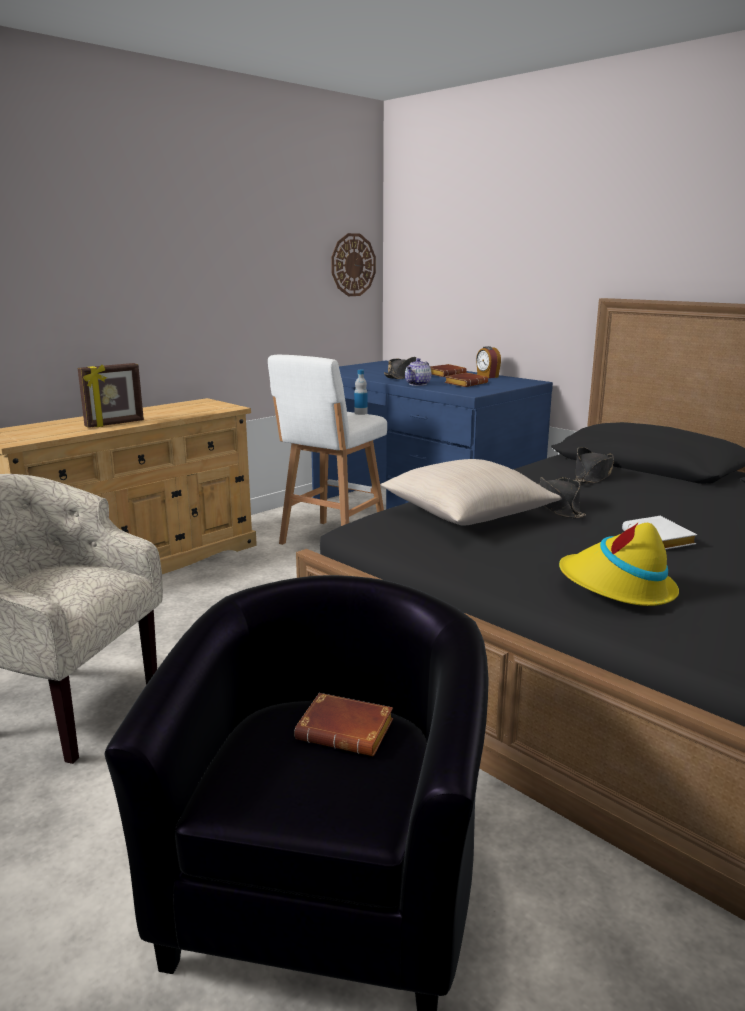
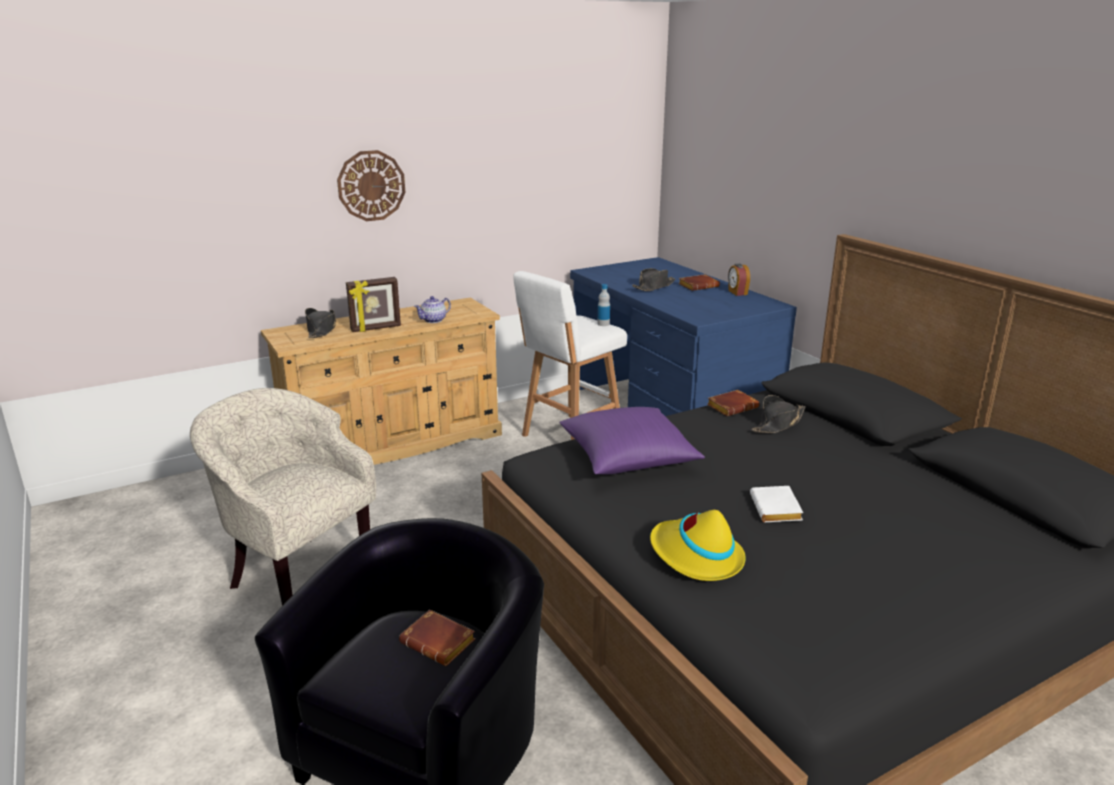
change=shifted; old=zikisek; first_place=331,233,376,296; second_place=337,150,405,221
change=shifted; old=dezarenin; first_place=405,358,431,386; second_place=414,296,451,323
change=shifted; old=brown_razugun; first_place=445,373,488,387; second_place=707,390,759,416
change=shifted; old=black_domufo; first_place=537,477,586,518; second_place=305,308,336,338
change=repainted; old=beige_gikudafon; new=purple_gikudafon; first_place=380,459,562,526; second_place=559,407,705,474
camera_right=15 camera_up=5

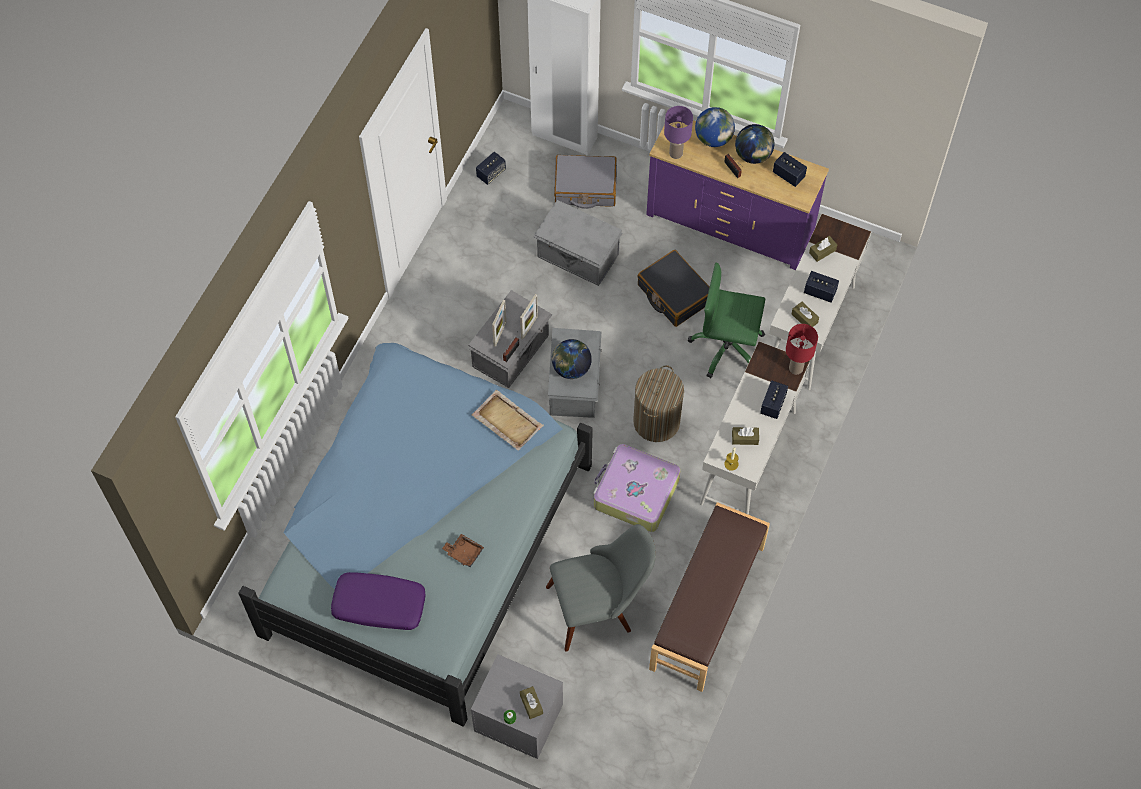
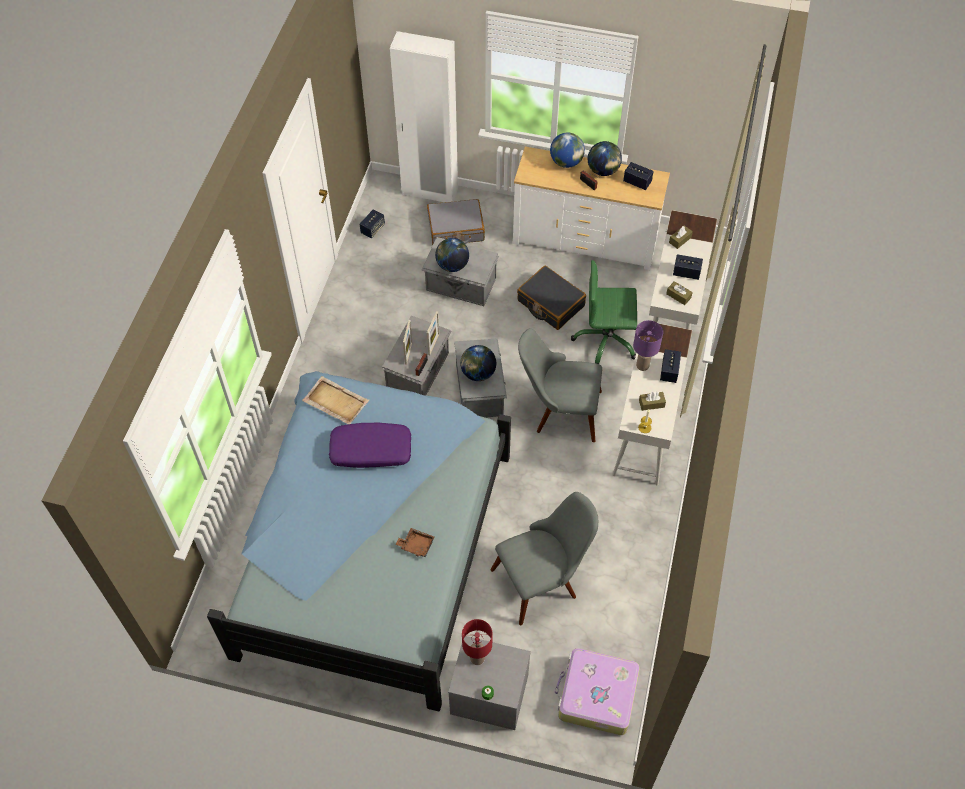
change=gone; old=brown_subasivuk; first_place=520,686,543,719
change=gone; old=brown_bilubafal; first_place=649,502,770,692
change=new; new=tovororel; second_place=435,238,469,272
change=shifted; old=purple_gikudafon; first_place=331,572,426,630; second_place=329,423,411,468
change=shifted; old=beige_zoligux; first_place=472,390,544,451; second_place=302,376,369,424
change=shifted; old=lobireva; first_place=593,444,681,532; second_place=555,648,640,735
change=shifted; old=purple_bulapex; first_place=664,106,693,159; second_place=633,320,663,371
change=shifted; old=red_bulapex; first_place=786,324,818,374; second_place=462,619,493,665
change=swapped; old=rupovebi; new=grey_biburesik; first_place=633,365,684,442; second_place=518,328,602,442
change=repainted; old=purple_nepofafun; new=white_nepofafun; first_place=646,120,829,270; second_place=513,147,670,270
camera_right=-10 camera_up=-5

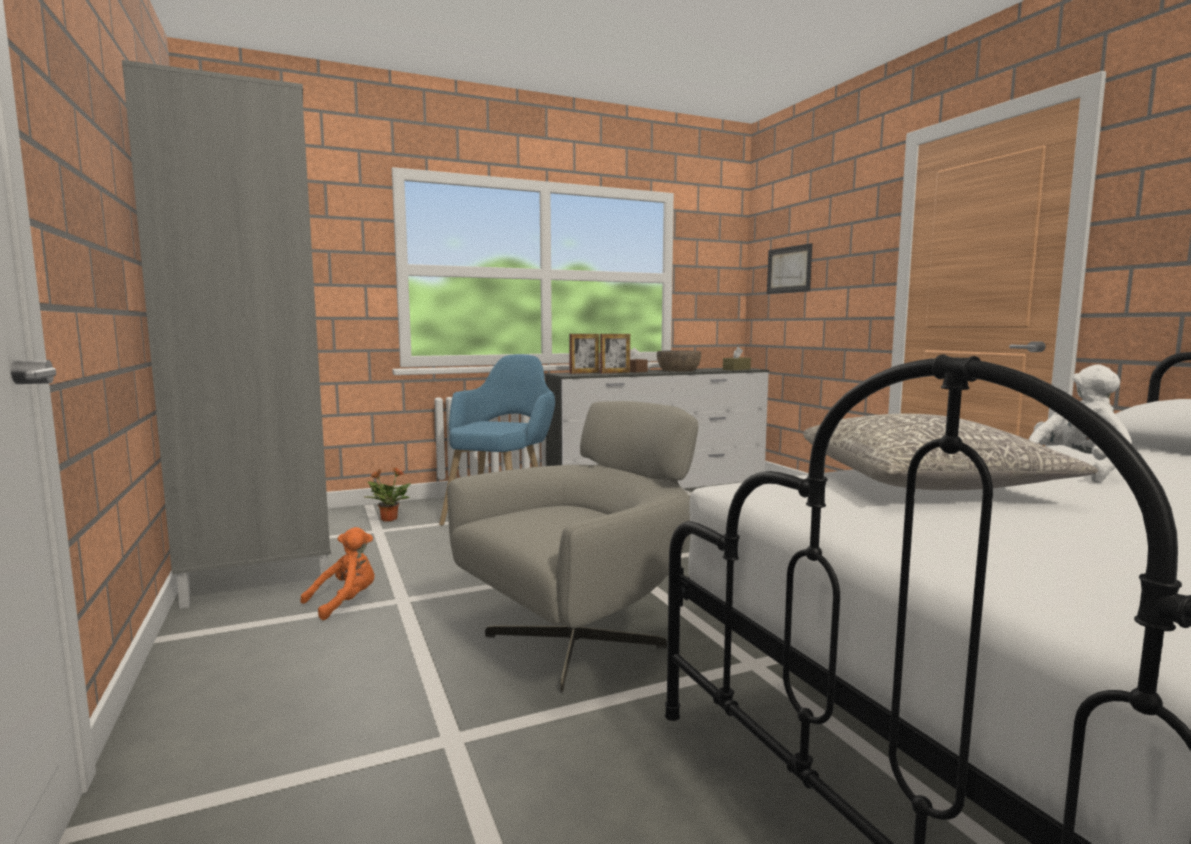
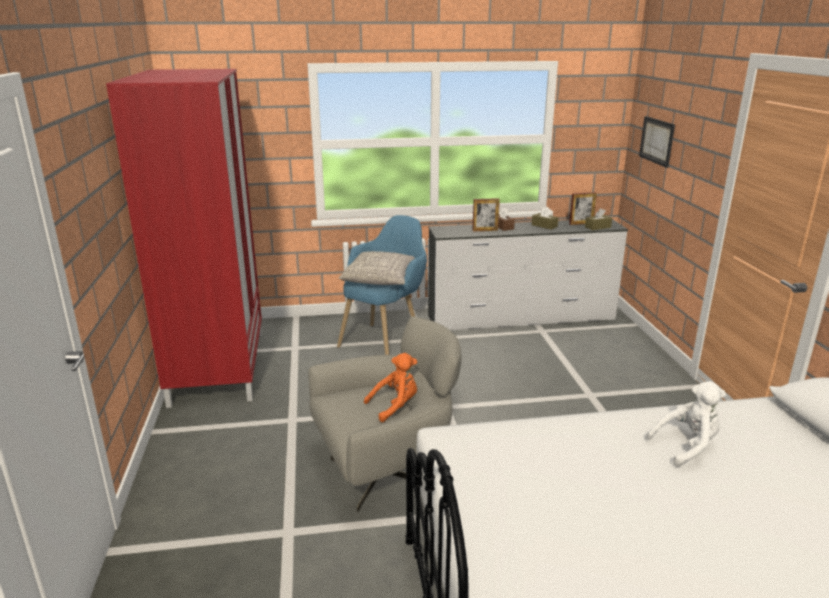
change=gone; old=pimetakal; first_place=365,467,411,522
change=shifted; old=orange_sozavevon; first_place=300,527,375,620; second_place=364,353,417,422
change=shifted; old=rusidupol; first_place=569,334,599,374; second_place=569,192,597,225
change=shifted; old=grey_gikudafon; first_place=803,414,1098,490; second_place=339,251,415,285
change=swapped; old=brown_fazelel; new=brown_subasivuk; first_place=657,350,701,371; second_place=532,207,559,230
change=repainted; old=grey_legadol; new=red_legadol; first_place=122,60,331,609; second_place=106,69,262,408
camera_right=15 camera_up=15

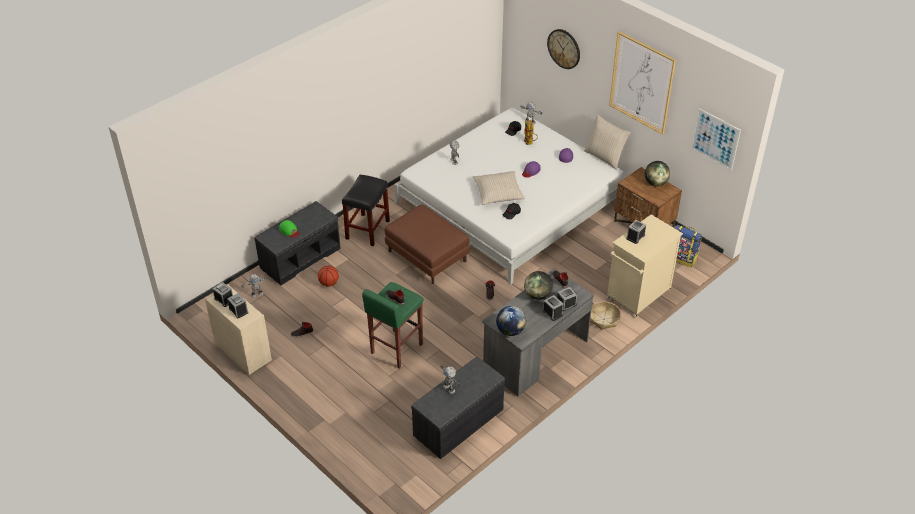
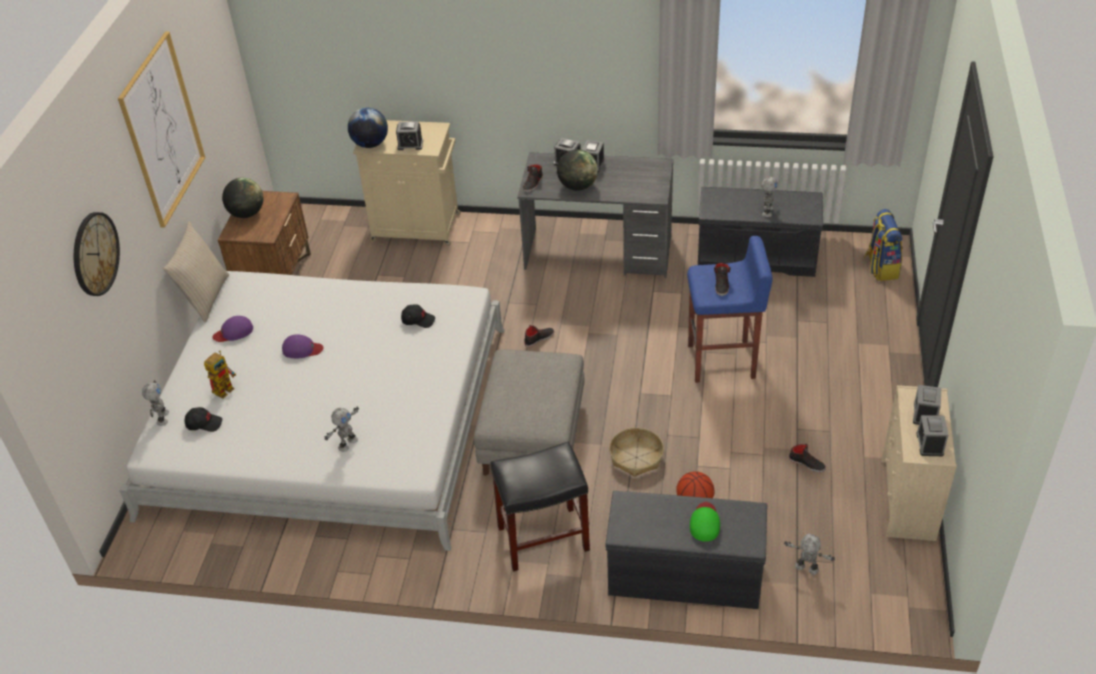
change=gone; old=beige_gikudafon; first_place=473,171,525,205
change=gone; old=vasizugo; first_place=691,108,741,171
change=shifted; old=tovororel; first_place=496,306,526,336; second_place=348,108,388,148
change=shifted; old=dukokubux; first_place=590,302,621,330; second_place=609,428,664,477
change=shifted; old=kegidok; first_place=675,225,702,267; second_place=864,209,903,281
change=repainted; old=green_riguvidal; new=blue_riguvidal; first_place=362,282,424,369; second_place=687,236,773,383
change=repainted; old=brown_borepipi; new=grey_borepipi; first_place=385,205,470,284; second_place=474,350,584,476
camera_right=-125 camera_up=0

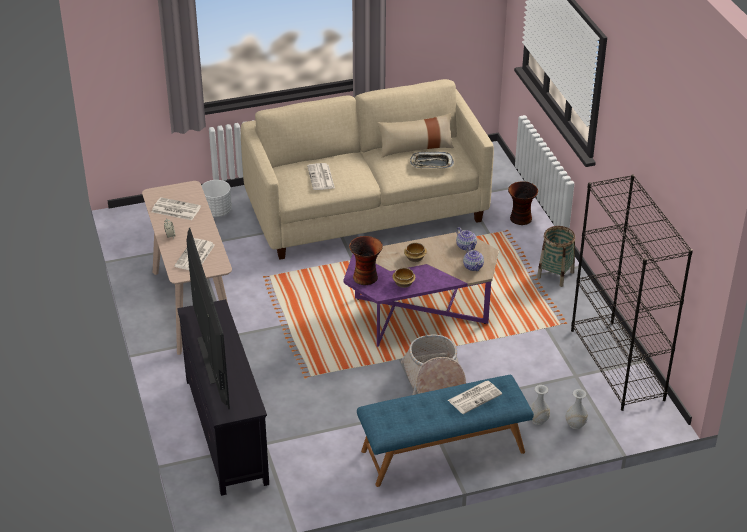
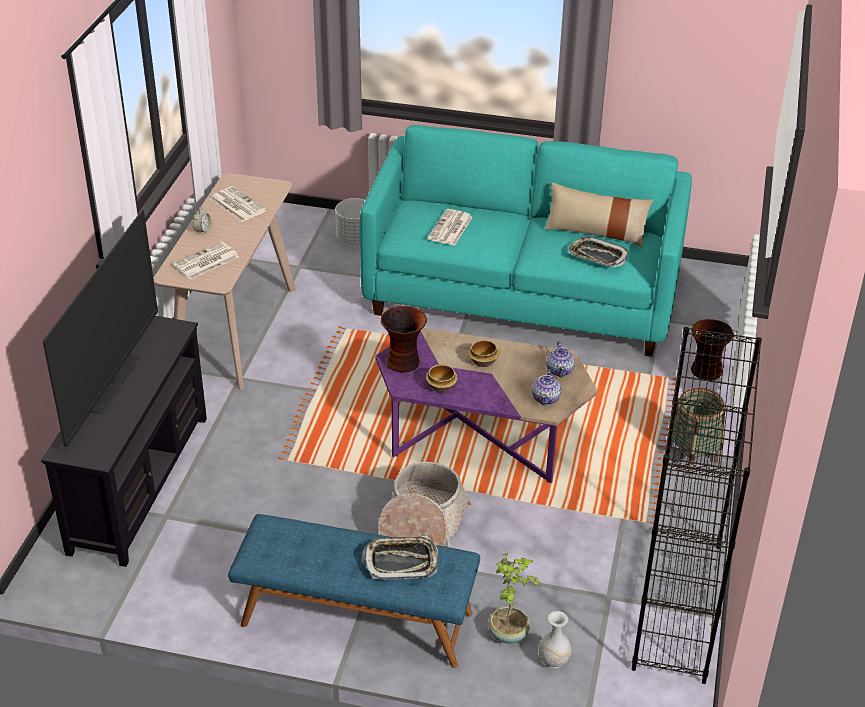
change=swapped; old=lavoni; new=zoligux; first_place=448,380,502,414; second_place=363,536,439,580
change=swapped; old=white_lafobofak; new=pimetakal; first_place=530,385,550,425; second_place=488,553,541,643
change=repainted; old=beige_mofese; new=turquoise_mofese; first_place=241,79,494,260; second_place=360,125,692,357
camera_right=30 camera_up=0

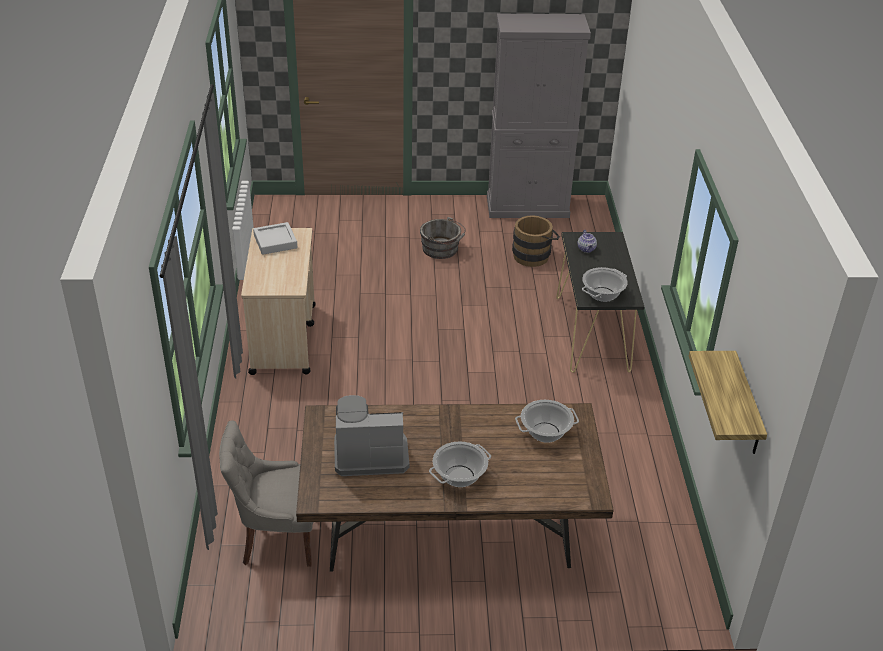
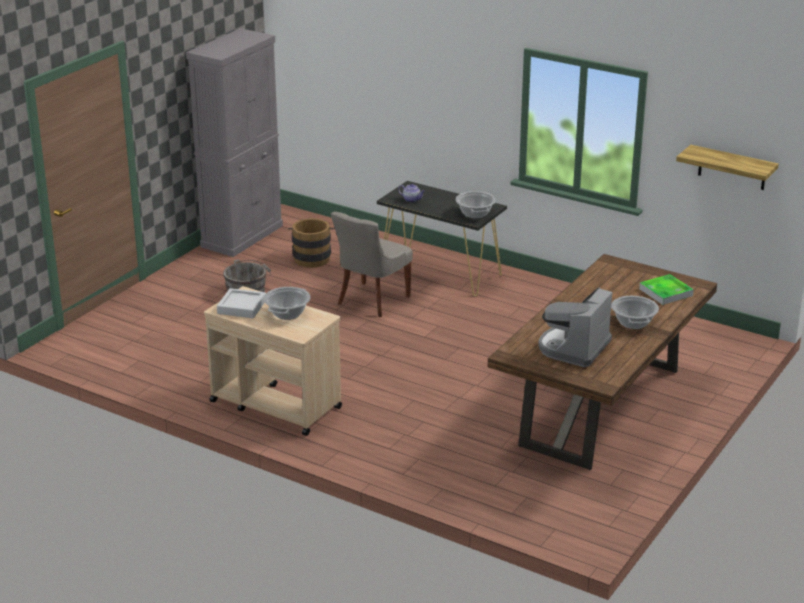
change=new; new=zoligux; second_place=639,274,694,305
change=shifted; old=grey_biburesik; first_place=219,420,313,567; second_place=331,212,413,317
change=shifted; old=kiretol; first_place=515,400,579,443; second_place=263,287,310,320
camera_right=-55 camera_up=-10

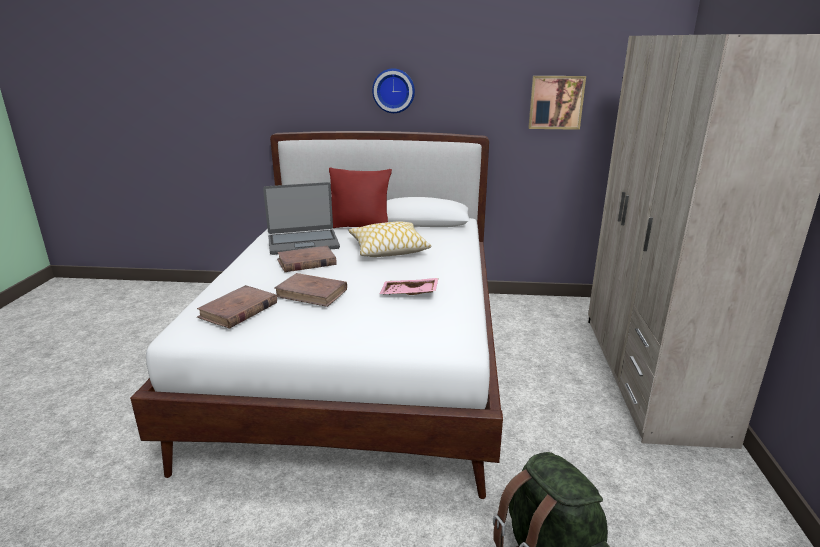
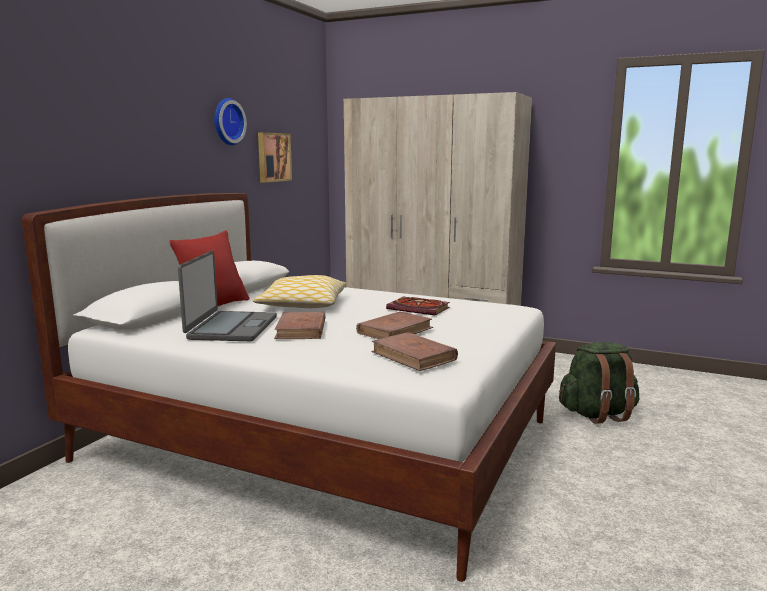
change=shifted; old=zikisek; first_place=372,68,415,113; second_place=214,98,247,145
change=swapped; old=pink_zoligux; new=razugun; first_place=379,278,438,295; second_place=386,297,450,316
camera_right=-70 camera_up=-10

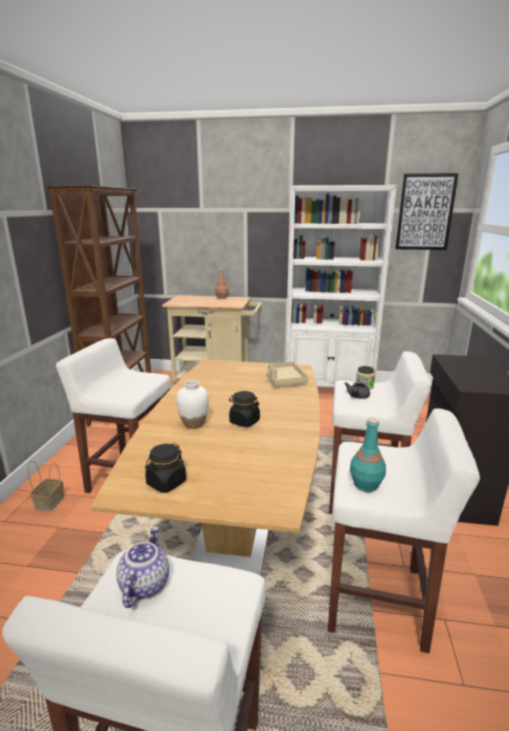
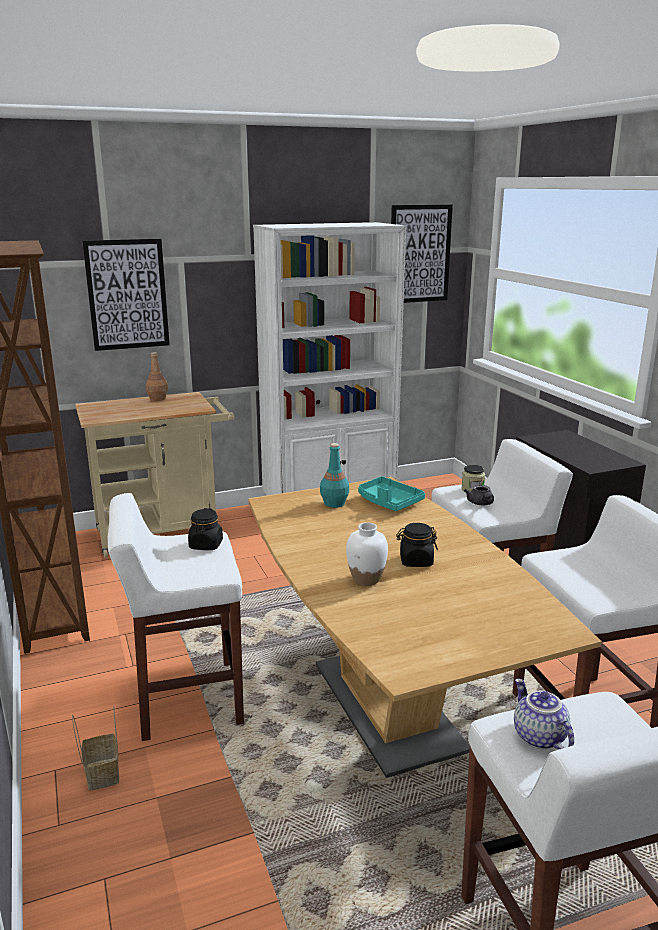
change=new; new=vasizugo; second_place=82,239,170,351
change=shifted; old=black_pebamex; first_place=145,443,186,493; second_place=188,508,223,550
change=shifted; old=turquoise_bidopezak; first_place=350,417,386,492; second_place=320,443,349,508
change=repainted; old=beige_zoligux; new=turquoise_zoligux; first_place=267,362,308,386; second_place=358,476,425,511
camera_right=-30 camera_up=0

